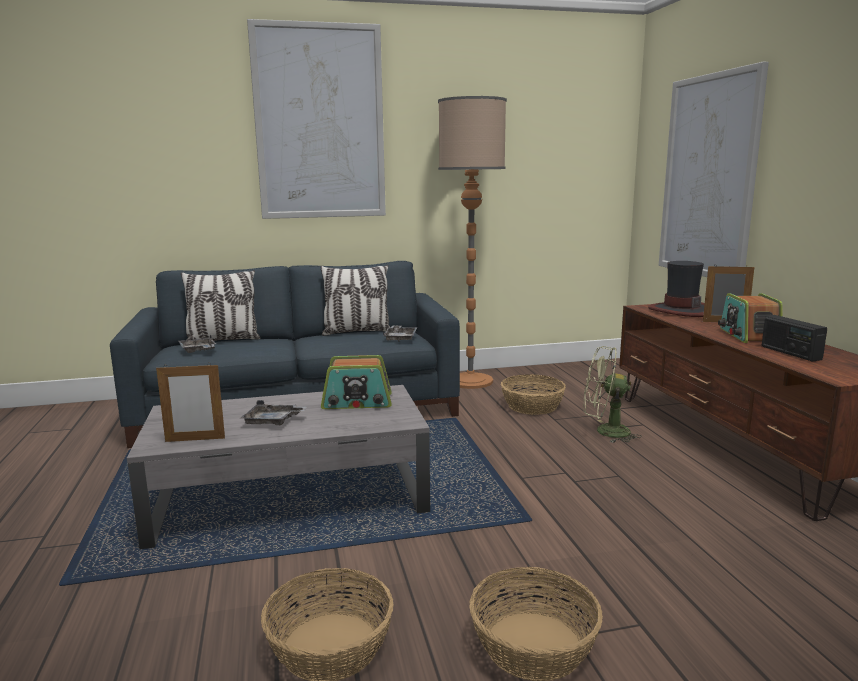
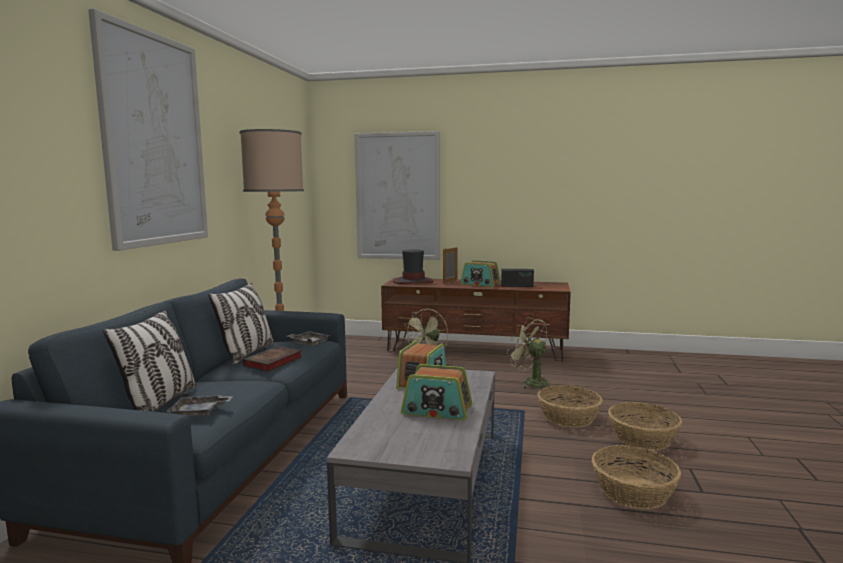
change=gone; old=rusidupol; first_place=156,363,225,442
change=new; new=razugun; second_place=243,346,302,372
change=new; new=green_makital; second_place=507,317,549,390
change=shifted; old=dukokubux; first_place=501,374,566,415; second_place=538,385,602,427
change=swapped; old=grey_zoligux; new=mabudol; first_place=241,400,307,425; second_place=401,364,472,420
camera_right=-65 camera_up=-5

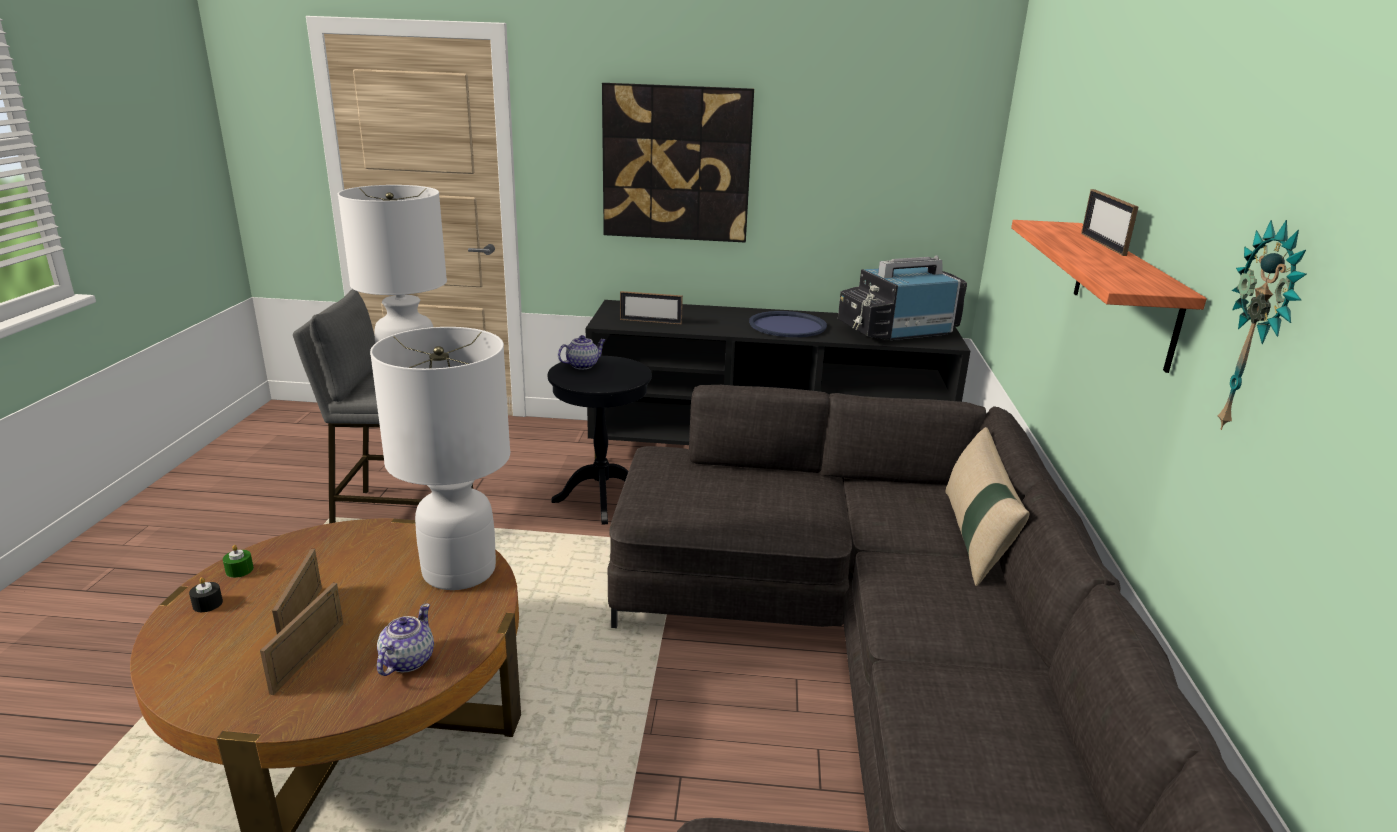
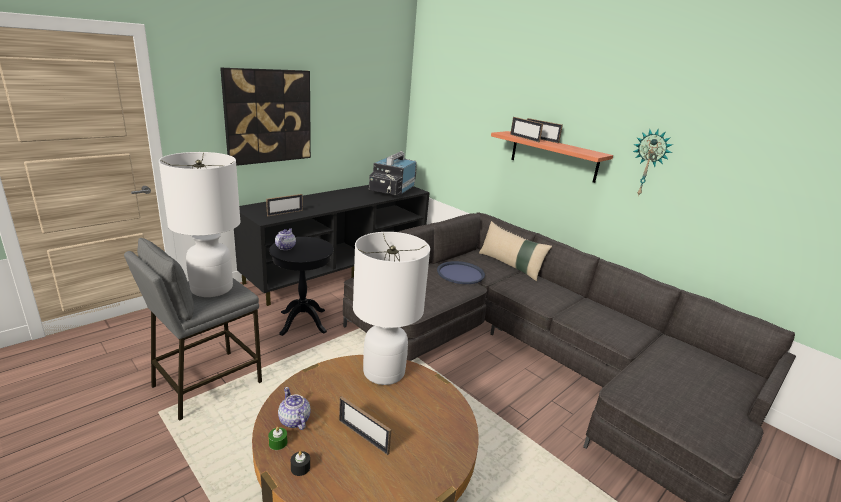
change=shifted; old=rusidupol; first_place=260,583,344,695; second_place=510,117,543,142
change=shifted; old=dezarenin; first_place=377,604,434,676; second_place=278,387,311,430
change=shifted; old=blue_zoligux; first_place=749,311,827,337; second_place=437,261,485,284
camera_right=-50 camera_up=0

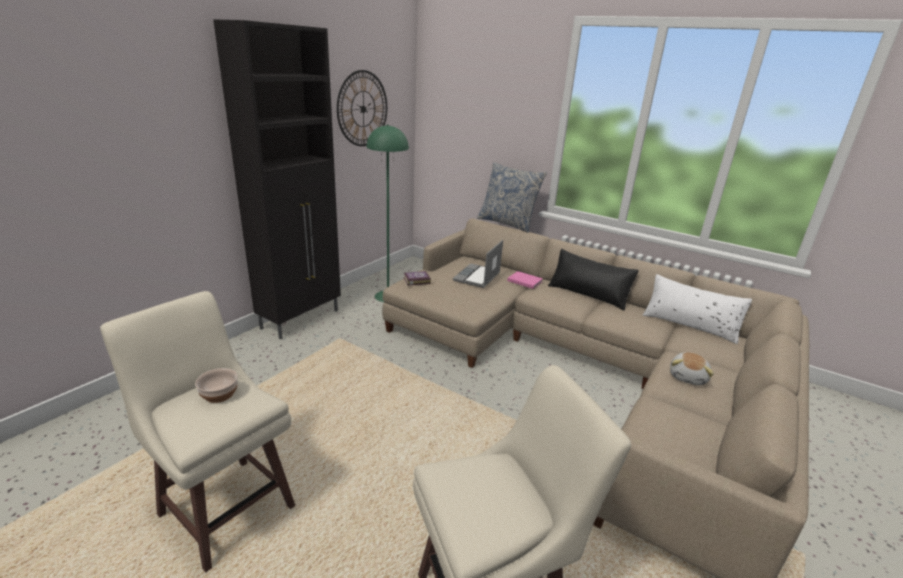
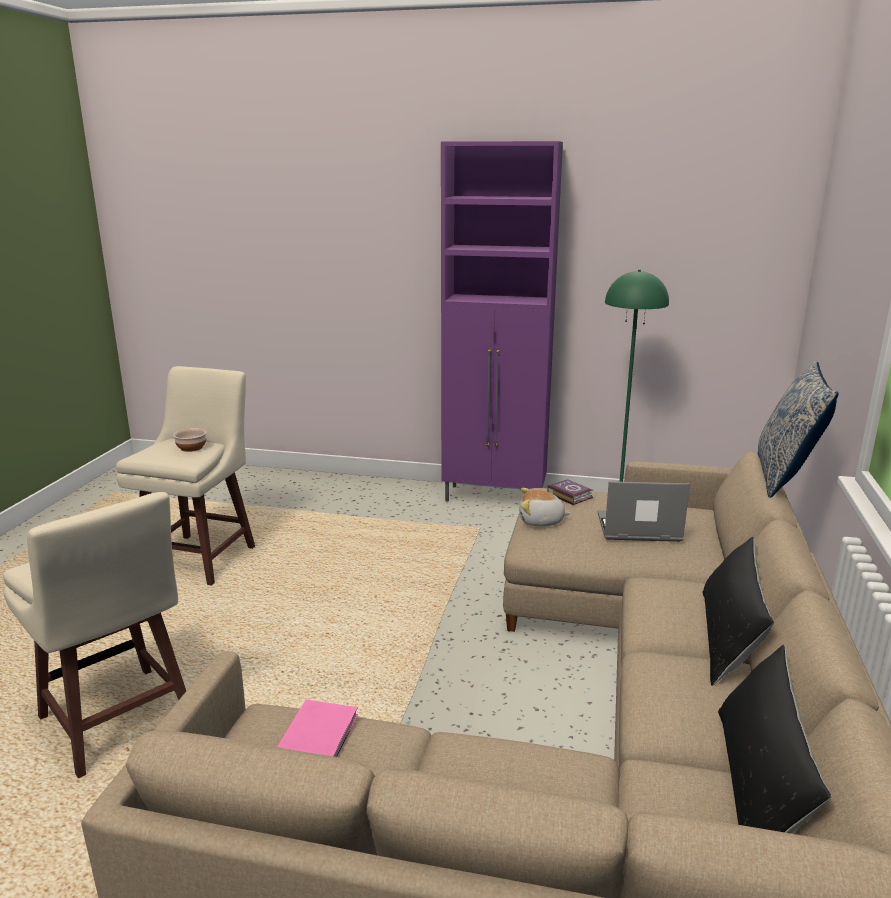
change=gone; old=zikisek; first_place=337,70,387,146
change=shifted; old=pink_razugun; first_place=507,271,543,289; second_place=278,699,358,757
change=shifted; old=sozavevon; first_place=670,352,714,385; second_place=519,488,571,526
change=repainted; old=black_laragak; new=purple_laragak; first_place=213,19,341,339; second_place=441,141,563,501
change=repainted; old=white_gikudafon; new=black_gikudafon; first_place=643,274,752,344; second_place=718,645,832,834
camera_right=70 camera_up=-5

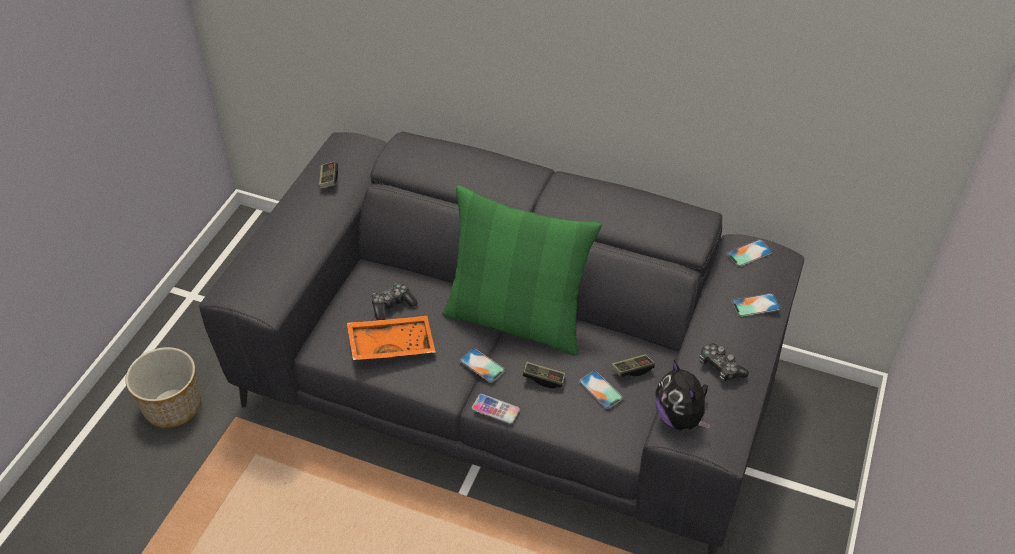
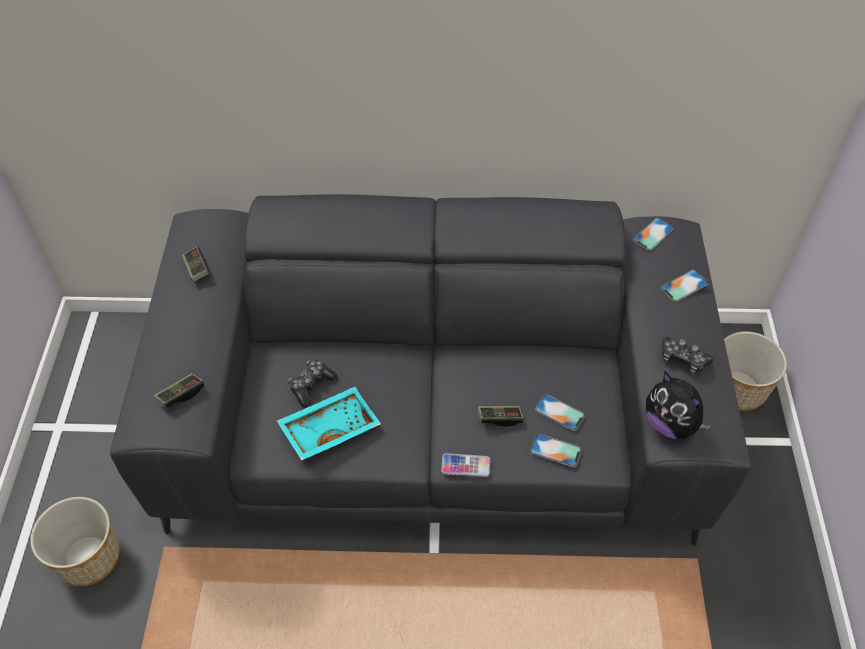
change=gone; old=green_gikudafon; first_place=442,185,602,356
change=new; new=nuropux; second_place=724,331,787,411
change=shifted; old=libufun; first_place=460,348,505,383; second_place=530,434,582,467
change=shifted; old=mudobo; first_place=611,354,655,377; second_place=154,373,204,408
change=repainted; old=orange_zoligux; new=turquoise_zoligux; first_place=347,316,436,360; second_place=277,387,381,461
camera_right=-20 camera_up=5

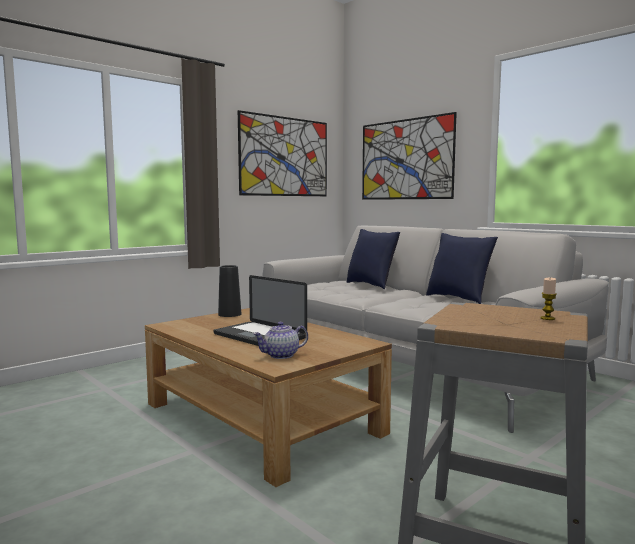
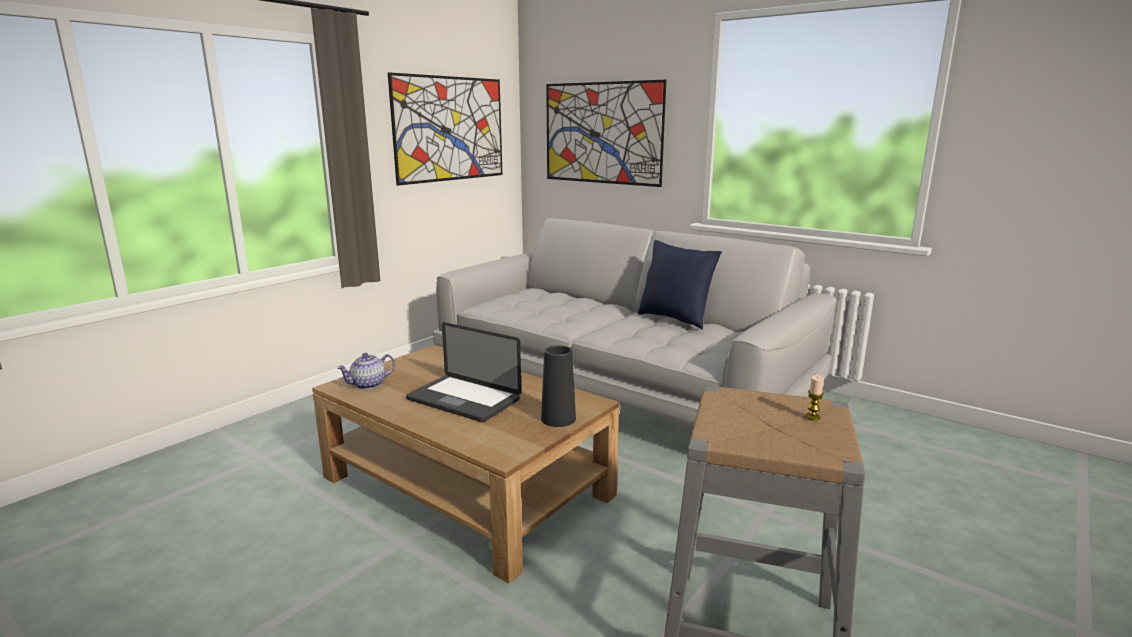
change=gone; old=blue_gikudafon; first_place=347,229,400,289
change=shifted; old=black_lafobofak; first_place=218,265,241,317; second_place=541,346,576,427
change=shifted; old=dezarenin; first_place=253,322,308,359; second_place=337,353,395,389
camera_right=-10 camera_up=10

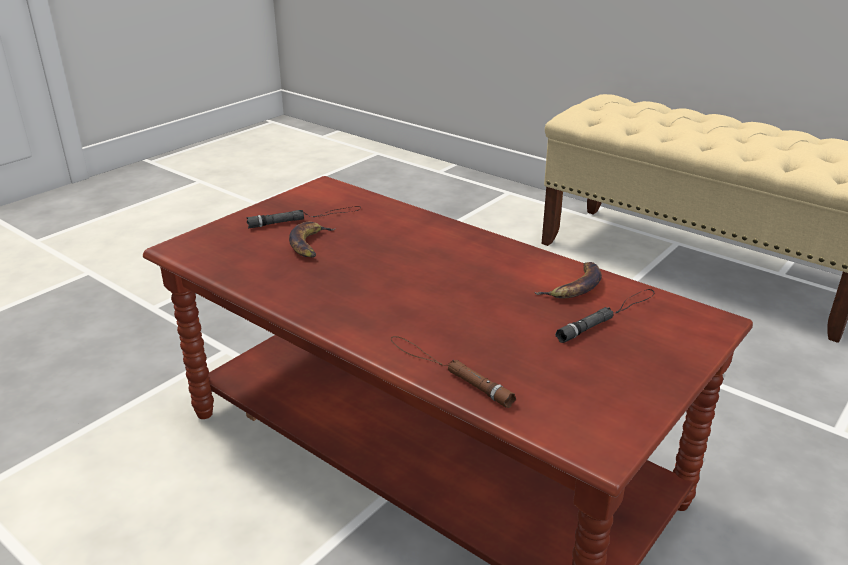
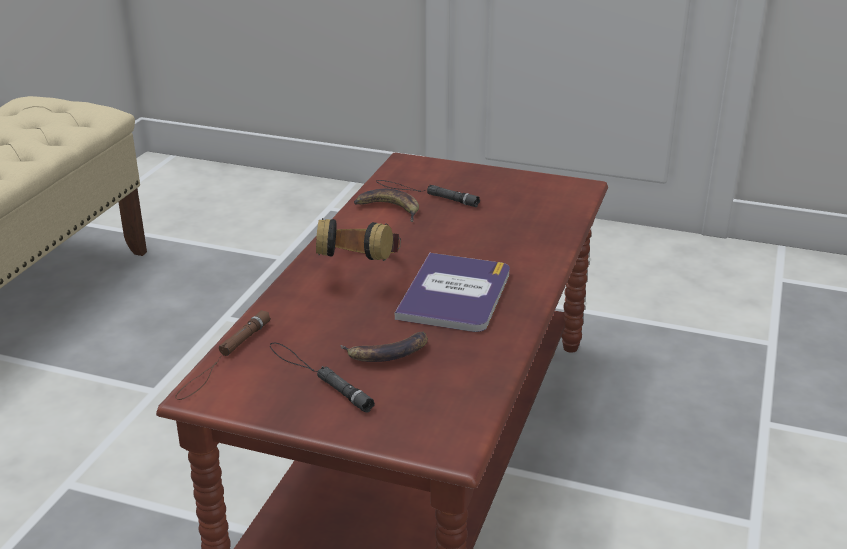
change=new; new=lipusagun; second_place=316,218,401,261
change=new; new=razugun; second_place=395,253,510,332
change=shifted; old=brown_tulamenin; first_place=391,336,516,408; second_place=175,310,271,400
camera_right=-110 camera_up=0

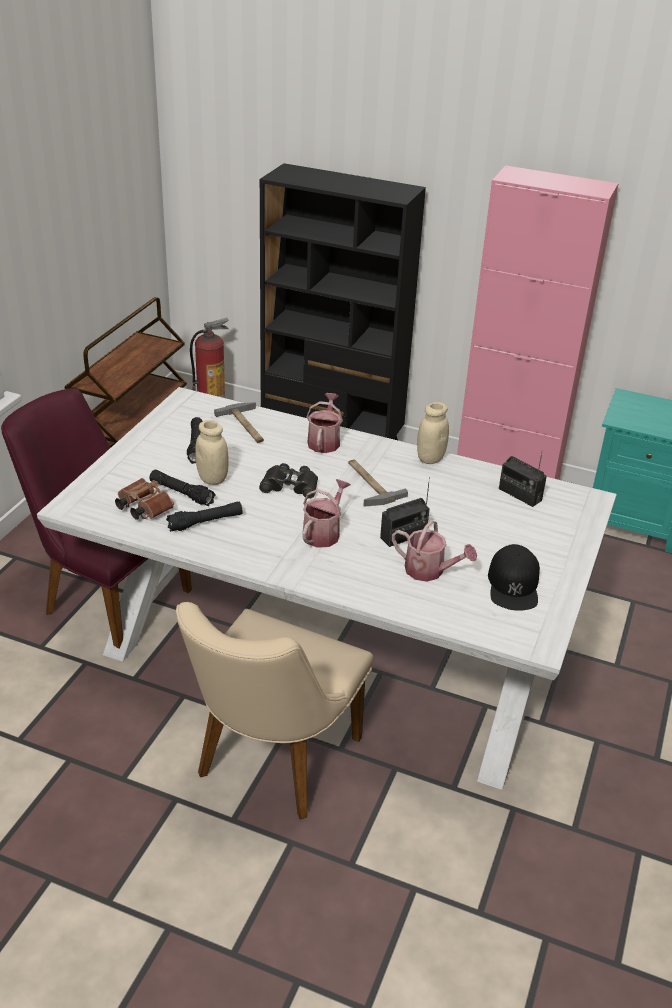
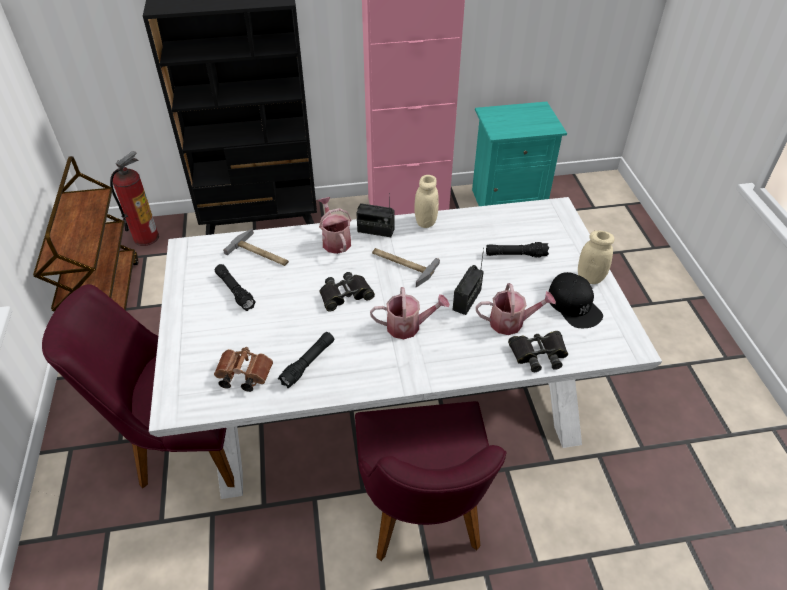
change=new; new=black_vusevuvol; second_place=508,331,568,372
change=shifted; old=black_tulamenin; first_place=149,470,216,506; second_place=486,242,549,257
change=shifted; old=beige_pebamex; first_place=195,420,228,485; second_place=578,230,614,284
change=shifted; old=mabudol; first_place=499,454,547,507; second_place=357,193,394,237
change=repainted; old=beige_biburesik; new=purple_biburesik; first_place=176,602,374,819; second_place=355,401,506,561
change=rotated; old=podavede; first_place=302,479,351,548; second_place=370,287,450,339; degrees=90
camera_right=-30 camera_up=10

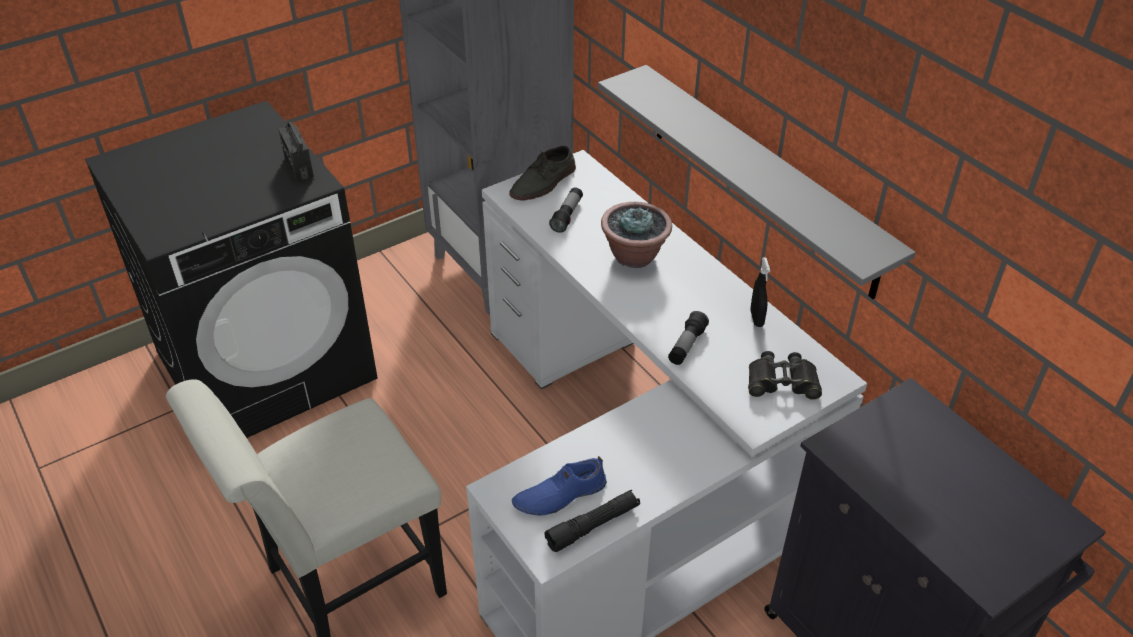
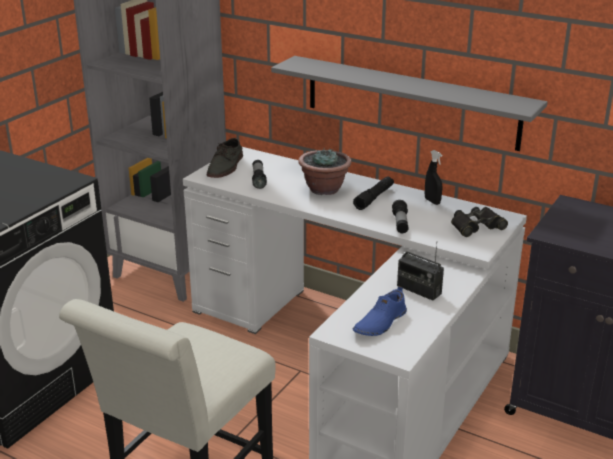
change=shifted; old=mabudol; first_place=278,118,314,182; second_place=397,242,444,301
change=shifted; old=black_tulamenin; first_place=544,490,640,552; second_place=353,176,394,210
camera_right=-25 camera_up=-15

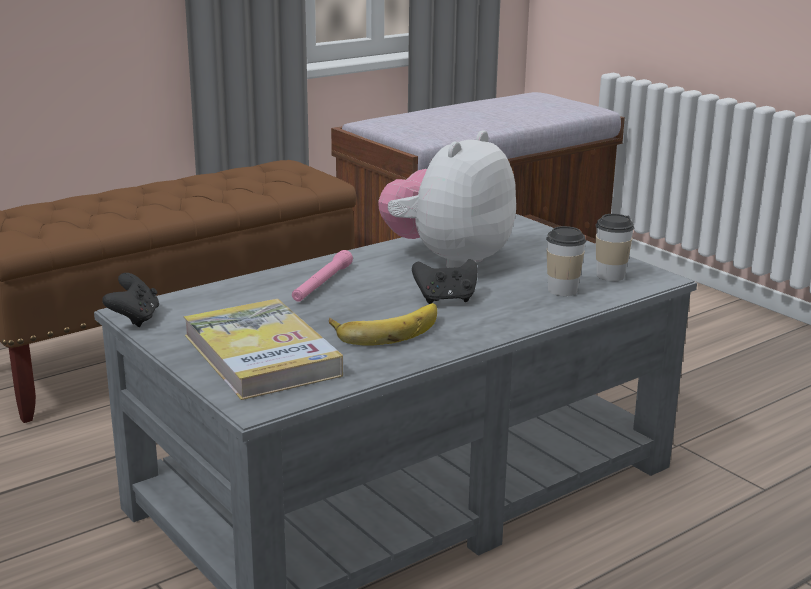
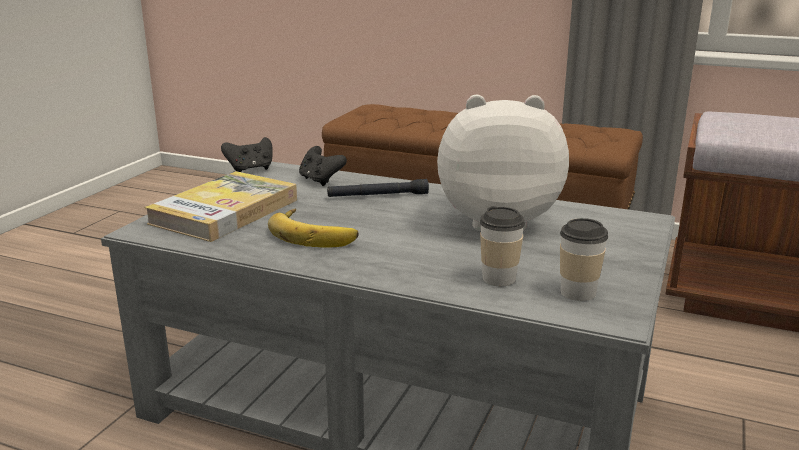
change=shifted; old=black_mudobo; first_place=412,259,478,304; second_place=299,146,347,186
change=repainted; old=pink_tulamenin; new=black_tulamenin; first_place=292,250,353,302; second_place=327,179,429,197
camera_right=60 camera_up=0

